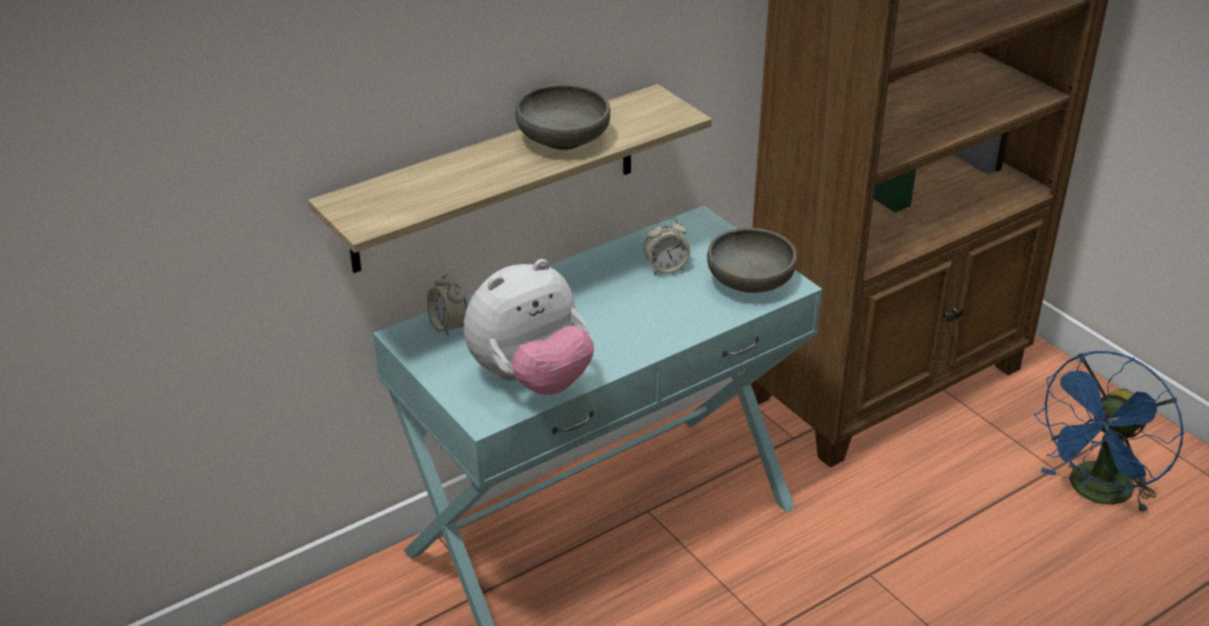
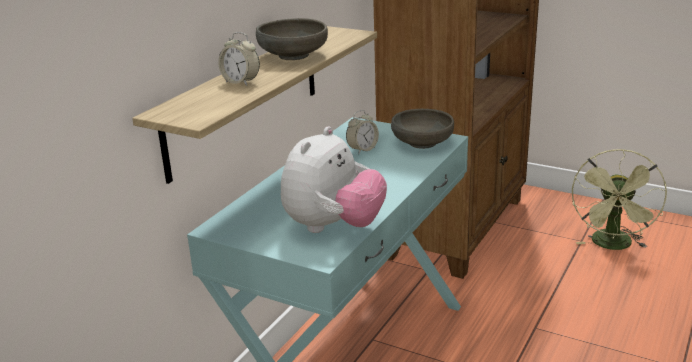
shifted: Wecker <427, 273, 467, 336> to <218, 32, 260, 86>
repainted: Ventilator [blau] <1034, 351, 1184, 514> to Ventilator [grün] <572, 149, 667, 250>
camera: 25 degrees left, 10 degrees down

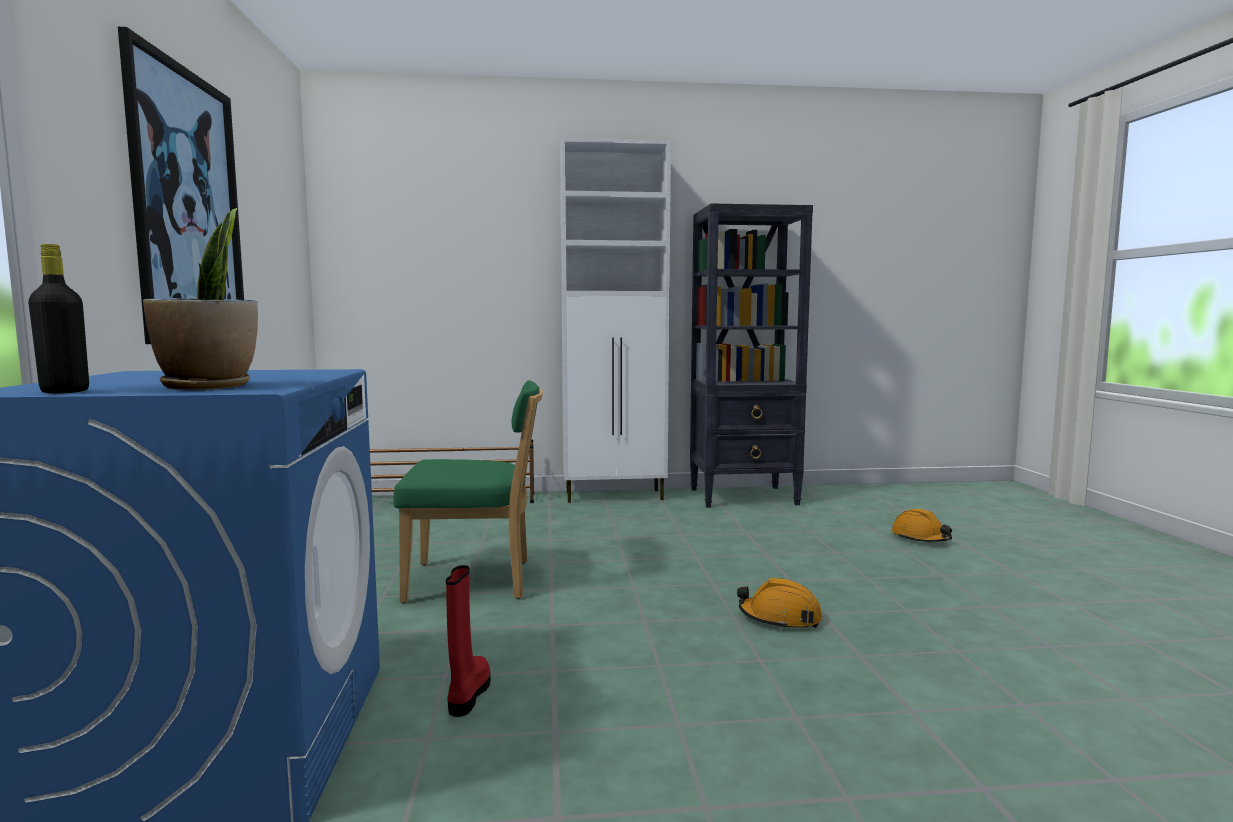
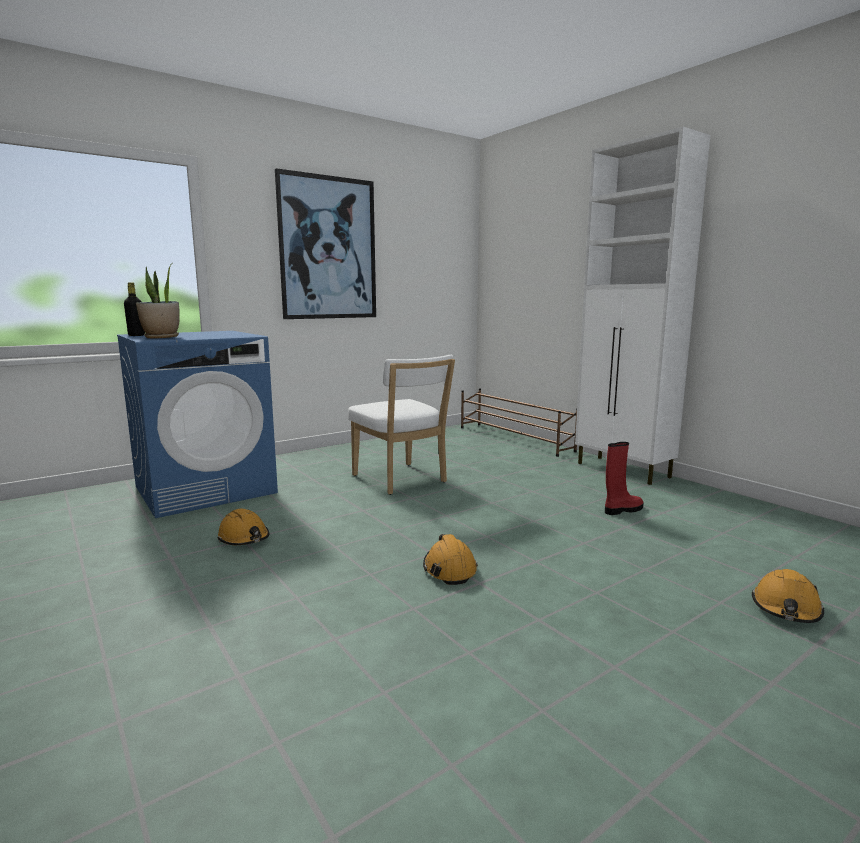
gone: Bücherregal [schwarz] <690, 203, 813, 508>
new: Schutzhelm [orange] <218, 509, 269, 545>
shifted: Stiefel [rot] <446, 565, 491, 717> to <605, 442, 644, 515>
repainted: Stuhl [grün] <394, 380, 543, 603> to Stuhl [weiß] <348, 355, 455, 495>
camera: 60 degrees right, 5 degrees up

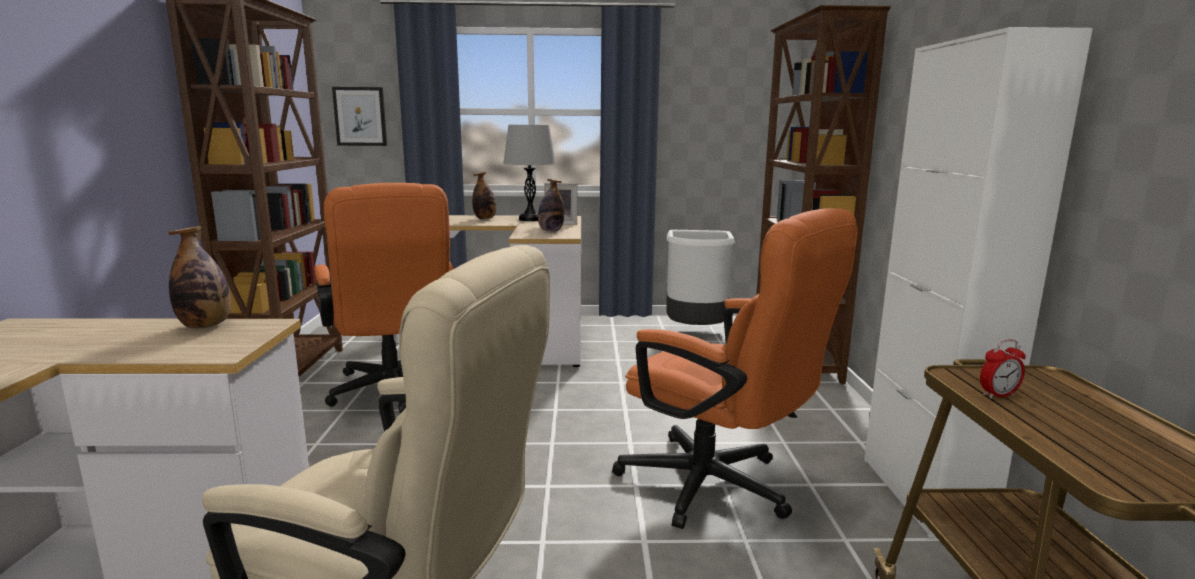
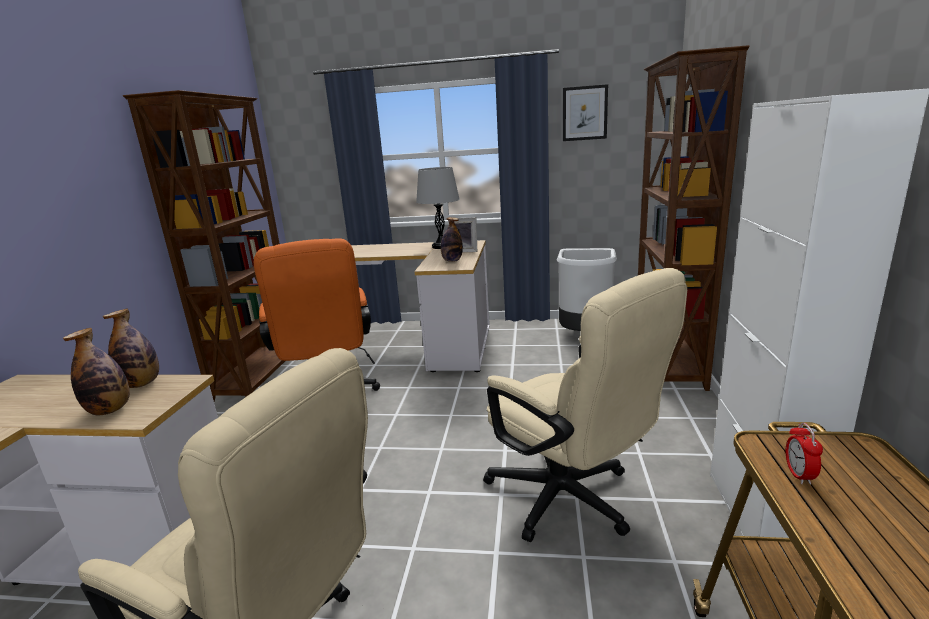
shifted: Bild <332, 87, 387, 146> to <563, 84, 608, 141>; Flasche <472, 172, 496, 219> to <63, 328, 130, 416>
repainted: Bürostuhl [orange] <612, 208, 858, 529> to Bürostuhl [beige] <483, 268, 687, 543>
rotated: Wecker <980, 340, 1026, 399> = <786, 423, 823, 485> 105 degrees clockwise
camera: 10 degrees right, 5 degrees up

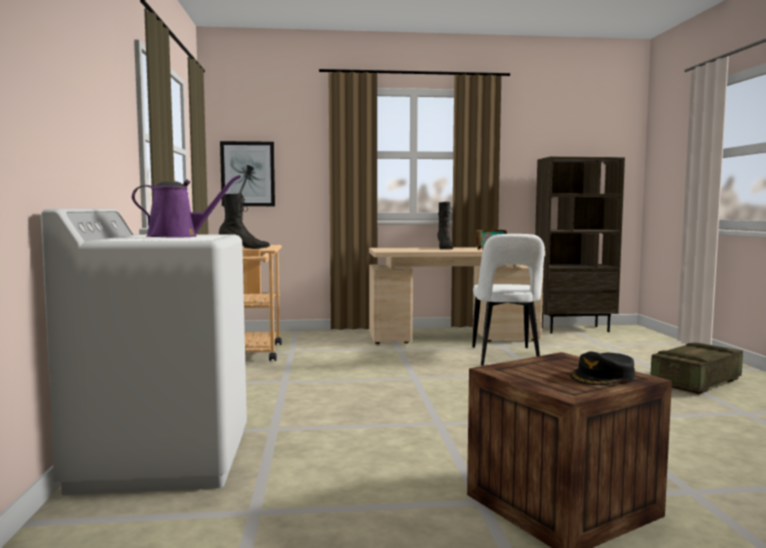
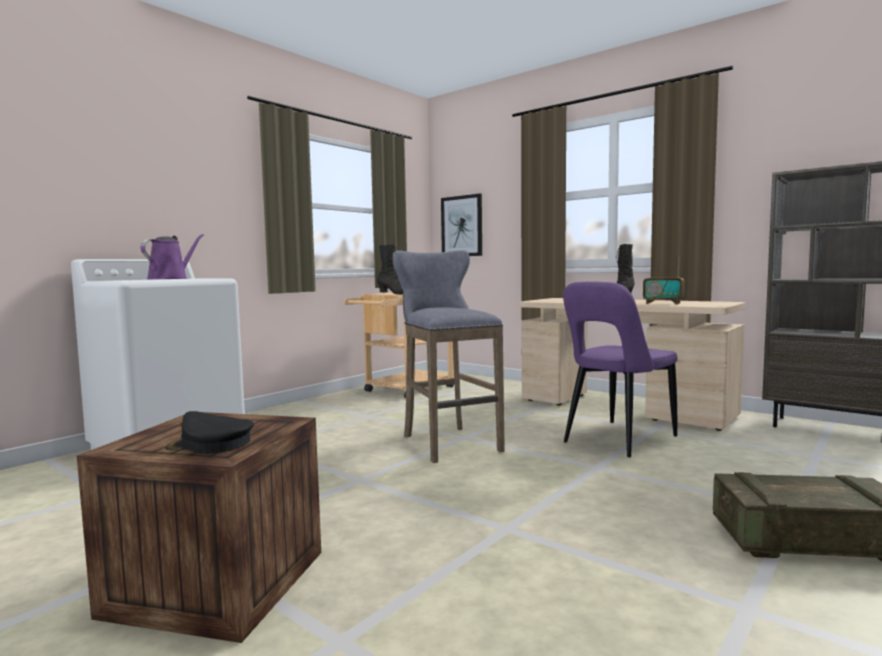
new: Hocker [grau] <392, 250, 505, 463>
repainted: Stuhl [weiß] <472, 234, 545, 366> to Stuhl [lila] <563, 281, 678, 457>
rotated: Gießkanne [lila] <132, 175, 241, 238> = <140, 234, 204, 279> 105 degrees counterclockwise
camera: 45 degrees right, 0 degrees up

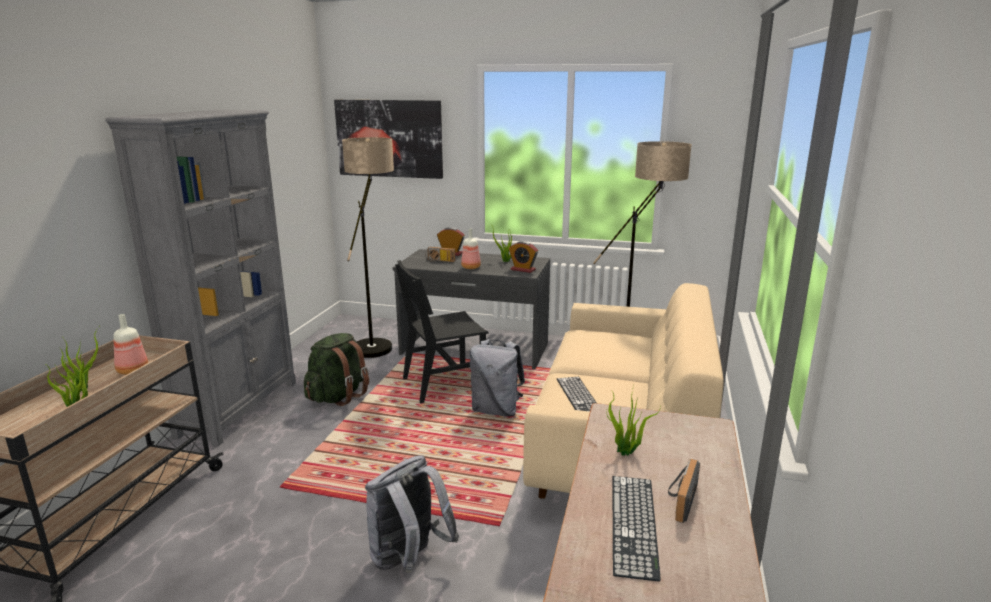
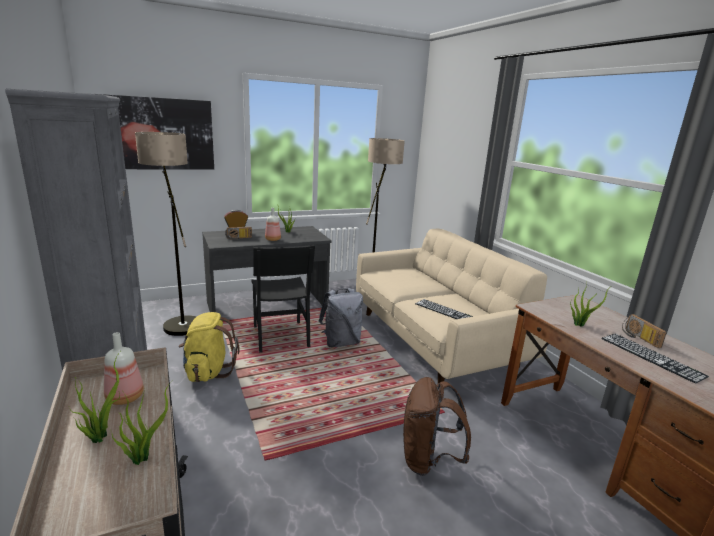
gone: Wecker <509, 241, 538, 273>
repainted: Rucksack [grün] <304, 333, 369, 406> to Rucksack [gelb] <179, 312, 240, 382>; Rucksack [grau] <365, 455, 459, 573> to Rucksack [braun] <403, 377, 471, 476>
rotated: Stuhl [schwarz] <395, 260, 489, 404> = <251, 245, 315, 353> 45 degrees counterclockwise
camera: 40 degrees left, 0 degrees up

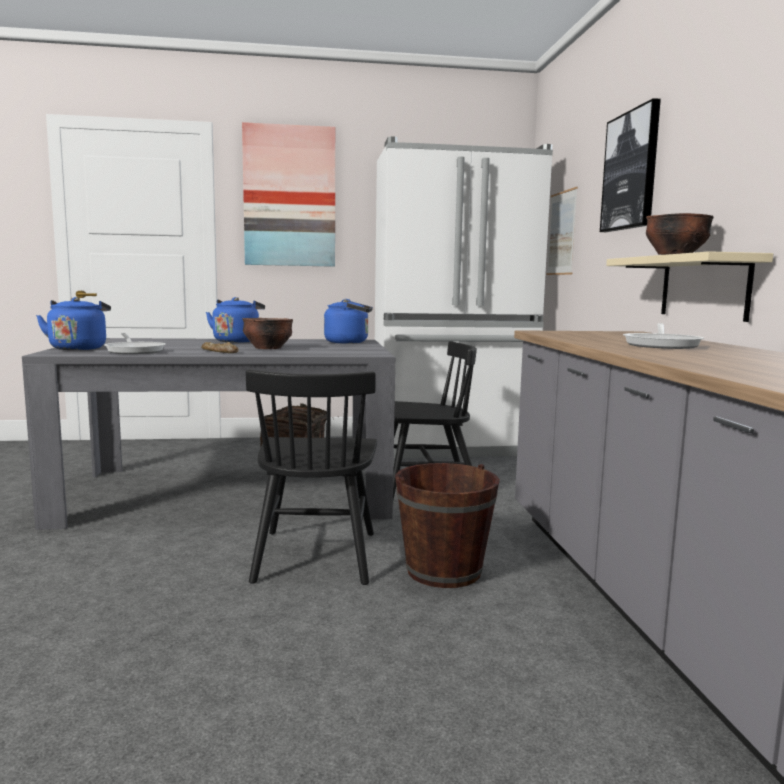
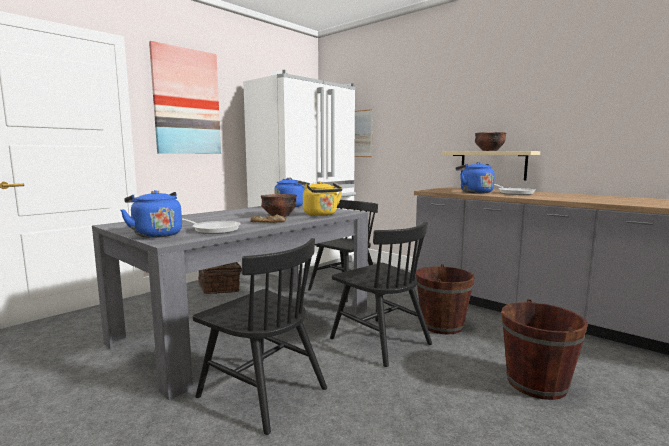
gone: Bild <600, 98, 661, 232>
new: Wasserkessel [gelb] <303, 181, 342, 216>; Stuhl [schwarz] <193, 238, 327, 435>; Eimer [braun] <502, 299, 588, 400>
shifted: Wasserkessel [blau] <206, 297, 265, 343> to <455, 162, 495, 194>
camera: 40 degrees left, 0 degrees up

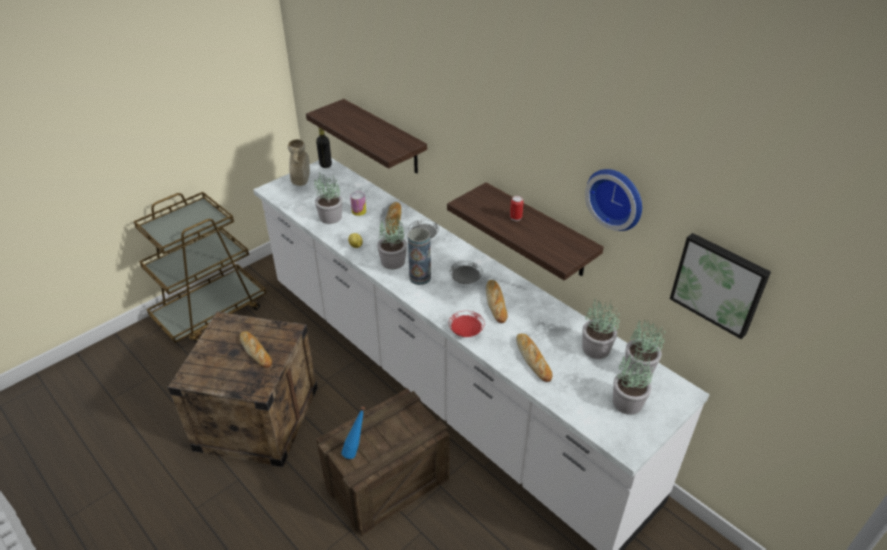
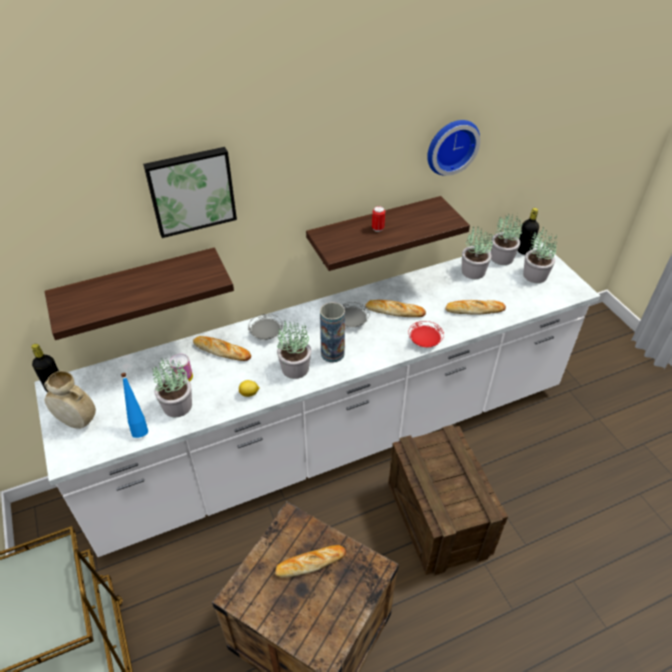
new: Flasche [schwarz] <518, 208, 539, 255>
shifted: Bild <670, 233, 771, 339> to <143, 147, 237, 238>; Flasche [blau] <341, 406, 365, 459> to <121, 373, 148, 438>
camera: 70 degrees left, 5 degrees up

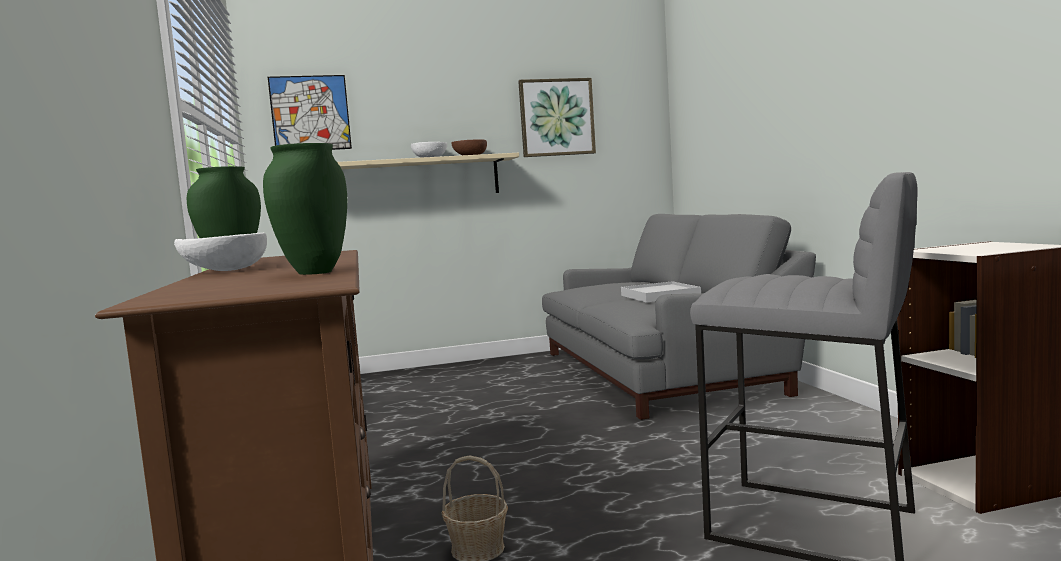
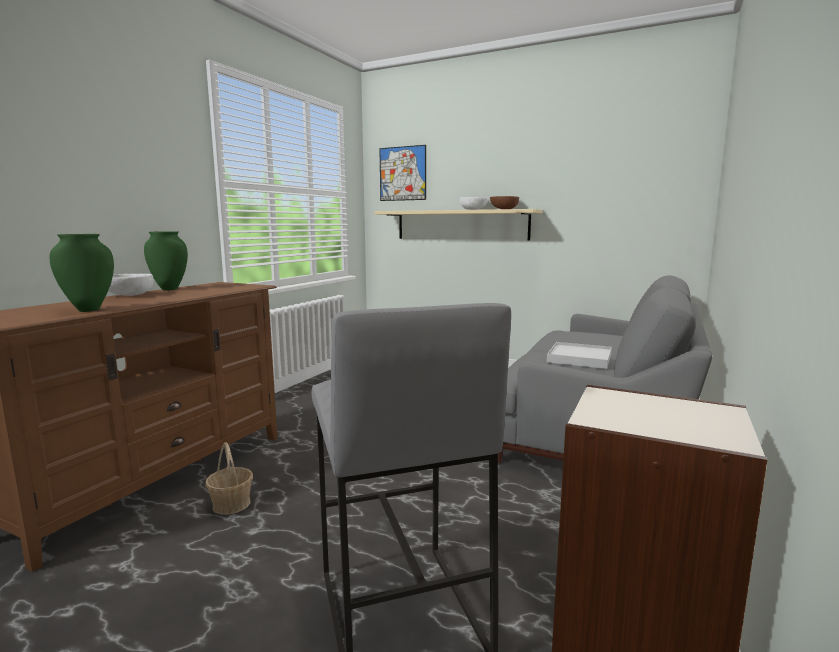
gone: Bild <518, 78, 596, 157>
camera: 40 degrees right, 5 degrees up

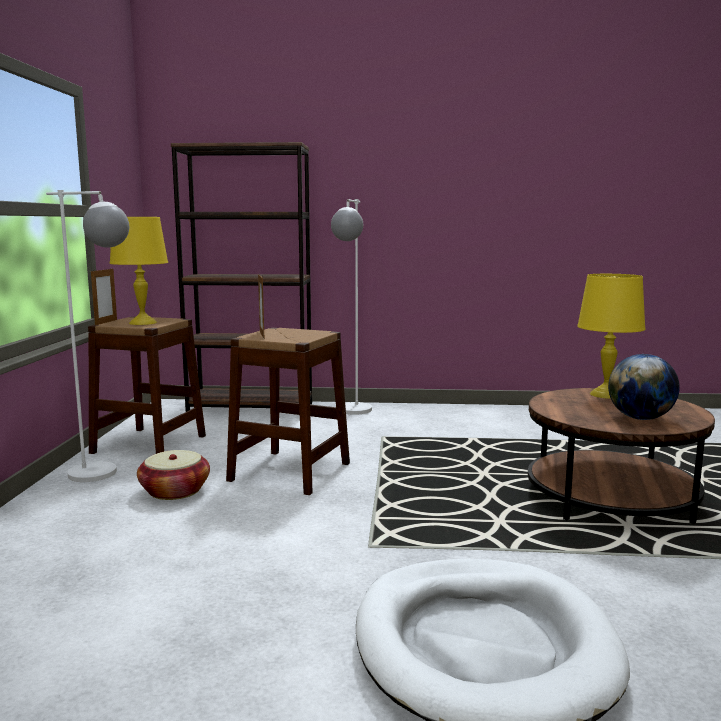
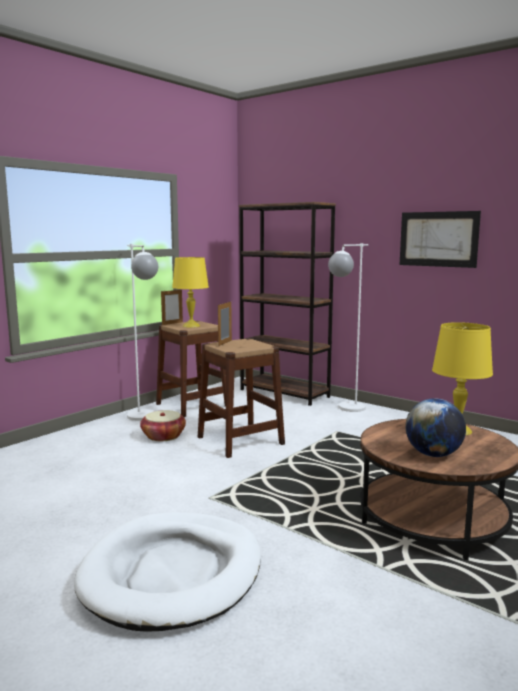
new: Bild <400, 211, 481, 268>
camera: 35 degrees right, 0 degrees up

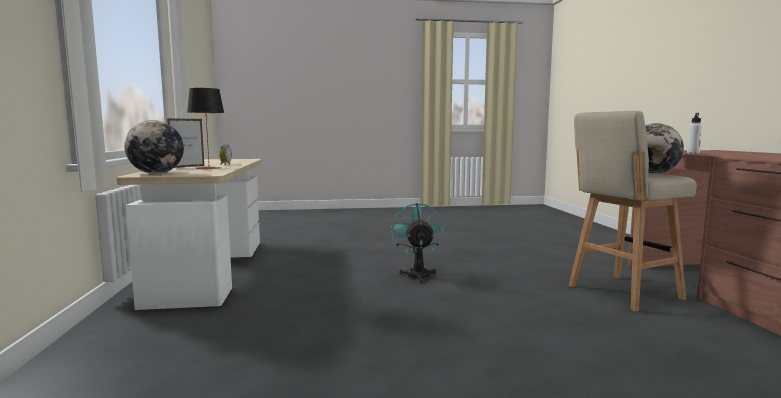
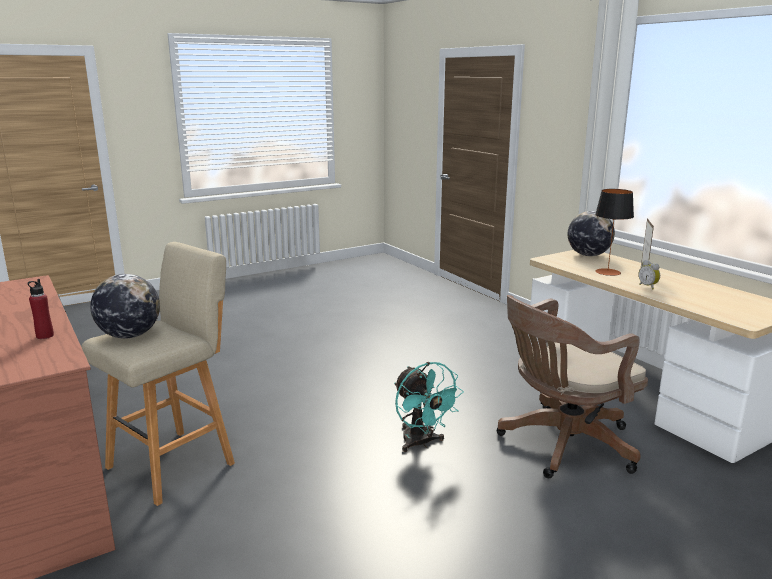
new: Bürostuhl [braun] <497, 295, 648, 478>
repainted: Flasche [weiß] <687, 113, 702, 153> to Flasche [rot] <27, 279, 54, 339>
camera: 155 degrees right, 10 degrees up

